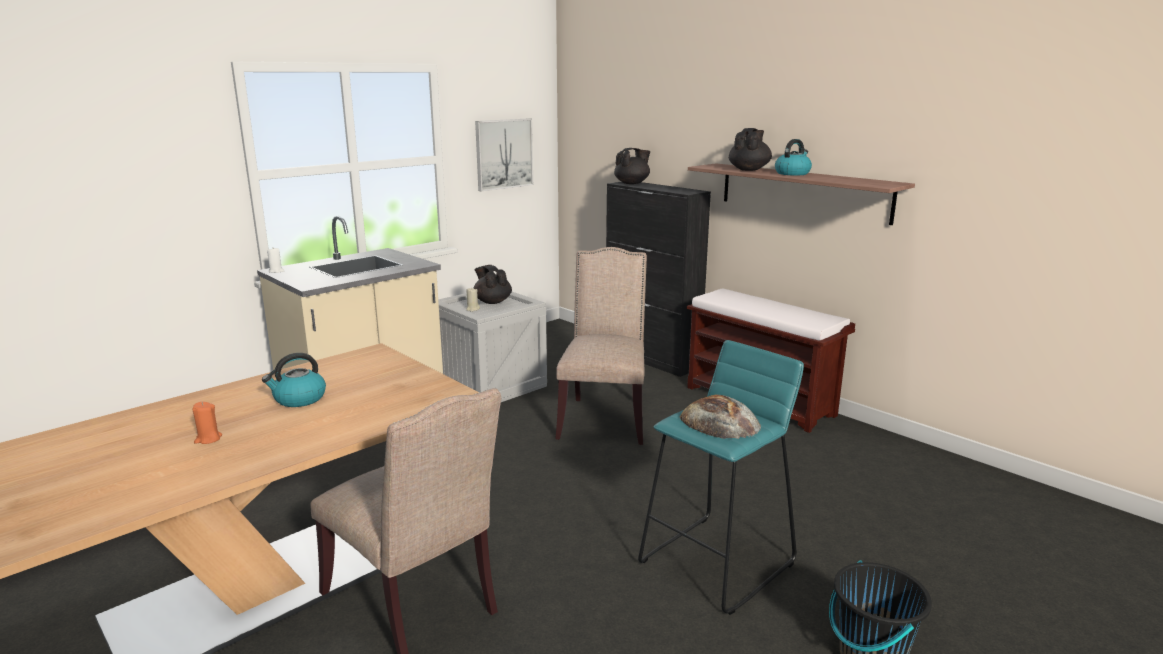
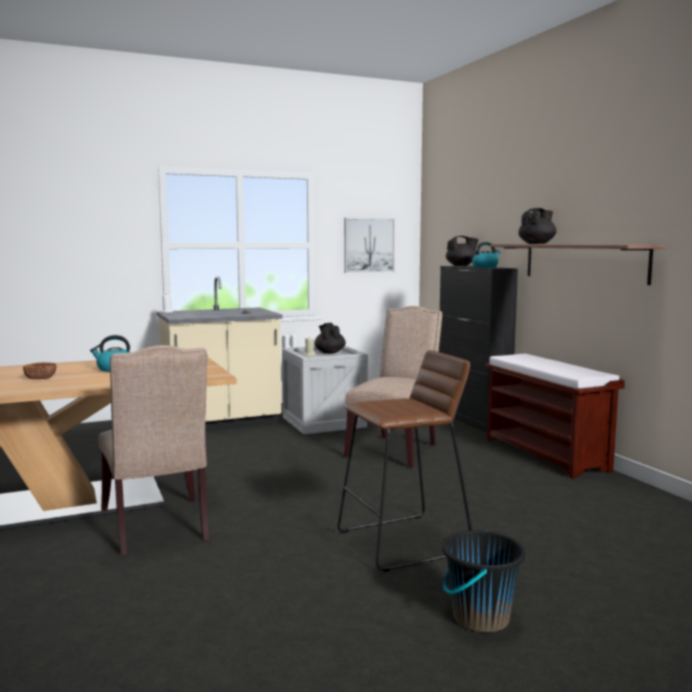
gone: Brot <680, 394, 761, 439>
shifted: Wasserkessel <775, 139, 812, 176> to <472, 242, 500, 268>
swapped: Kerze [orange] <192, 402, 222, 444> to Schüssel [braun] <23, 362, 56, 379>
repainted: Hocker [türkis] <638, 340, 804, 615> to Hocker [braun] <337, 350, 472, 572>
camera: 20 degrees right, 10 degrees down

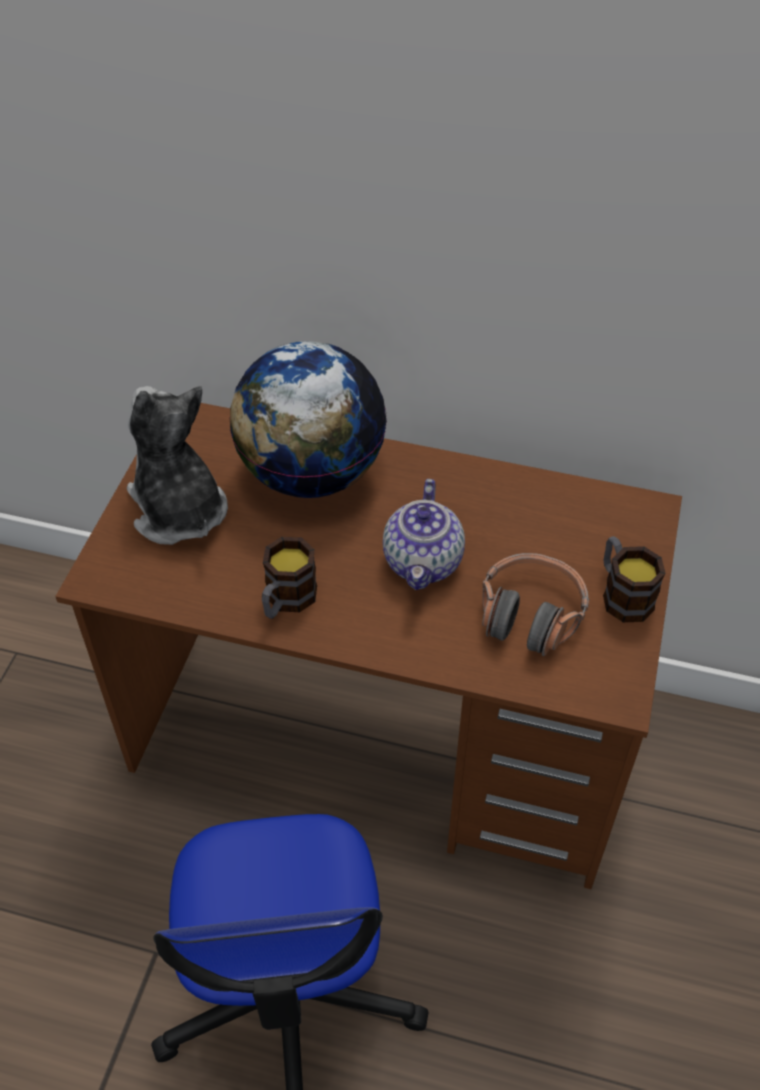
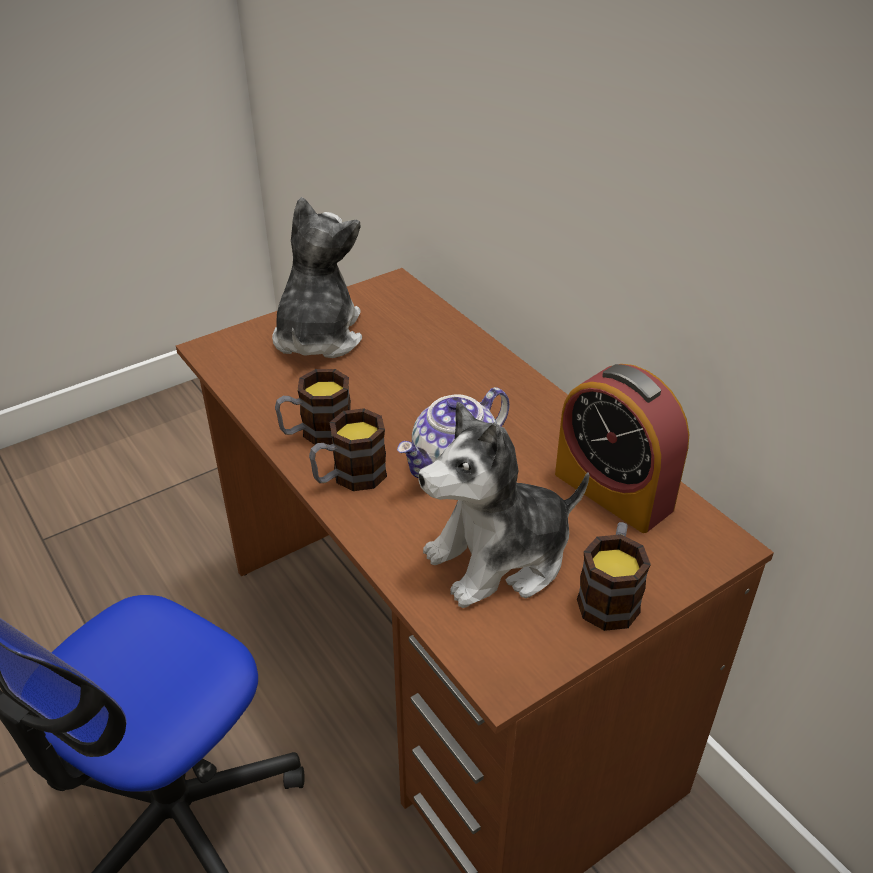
gone: Globus <230, 341, 387, 498>
new: Wecker <555, 364, 689, 533>; Henkelbecher <309, 408, 387, 491>
swapped: Kopfhörer <482, 553, 589, 656> to Plüschtier <419, 402, 589, 608>
camera: 40 degrees right, 10 degrees down

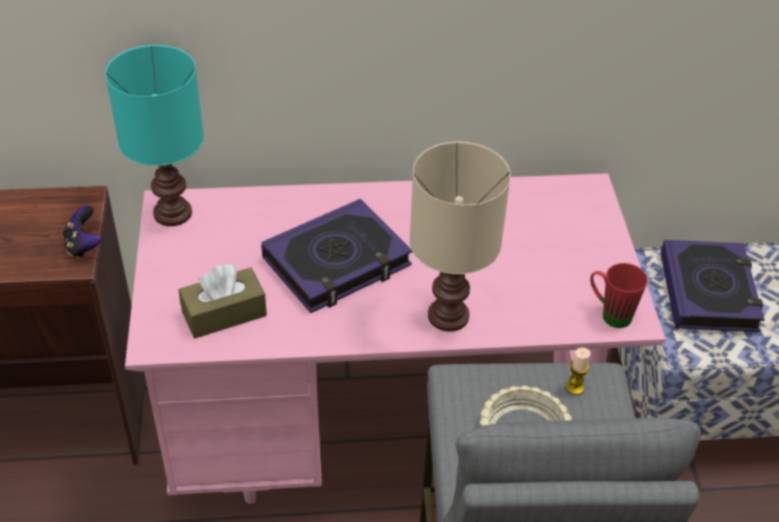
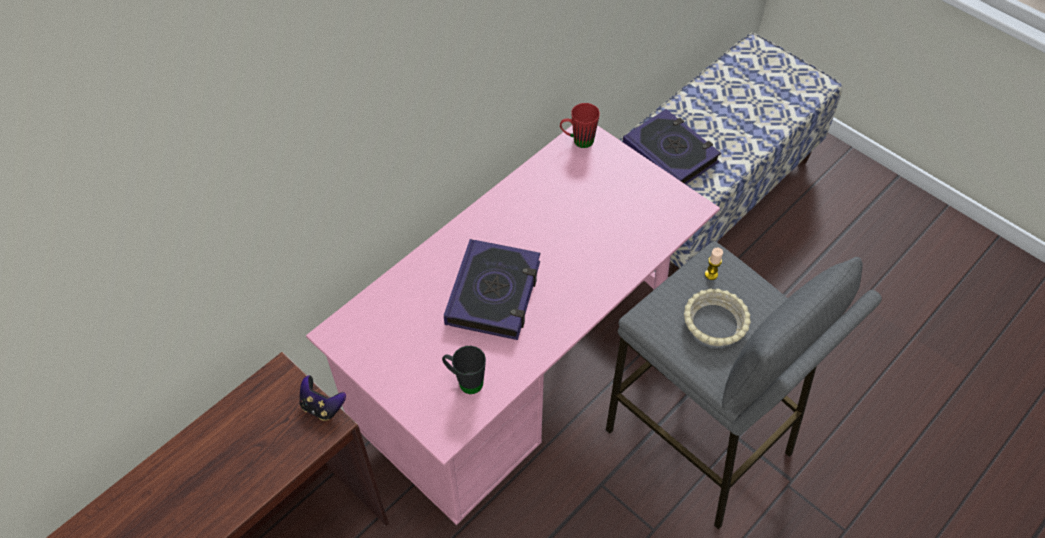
gone: Tischlampe [türkis] <105, 45, 204, 226>; Tischlampe [beige] <409, 142, 511, 332>
shifted: Henkelbecher [rot] <590, 263, 648, 328> to <560, 103, 600, 148>
swapped: Taschentuchbox [braun] <178, 264, 267, 338> to Henkelbecher [schwarz] <442, 346, 486, 394>
camera: 40 degrees left, 10 degrees up

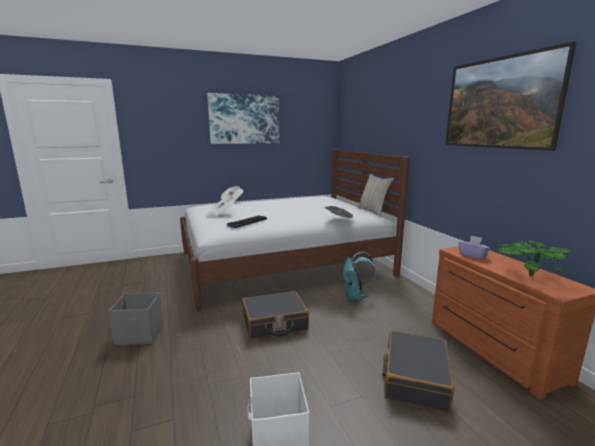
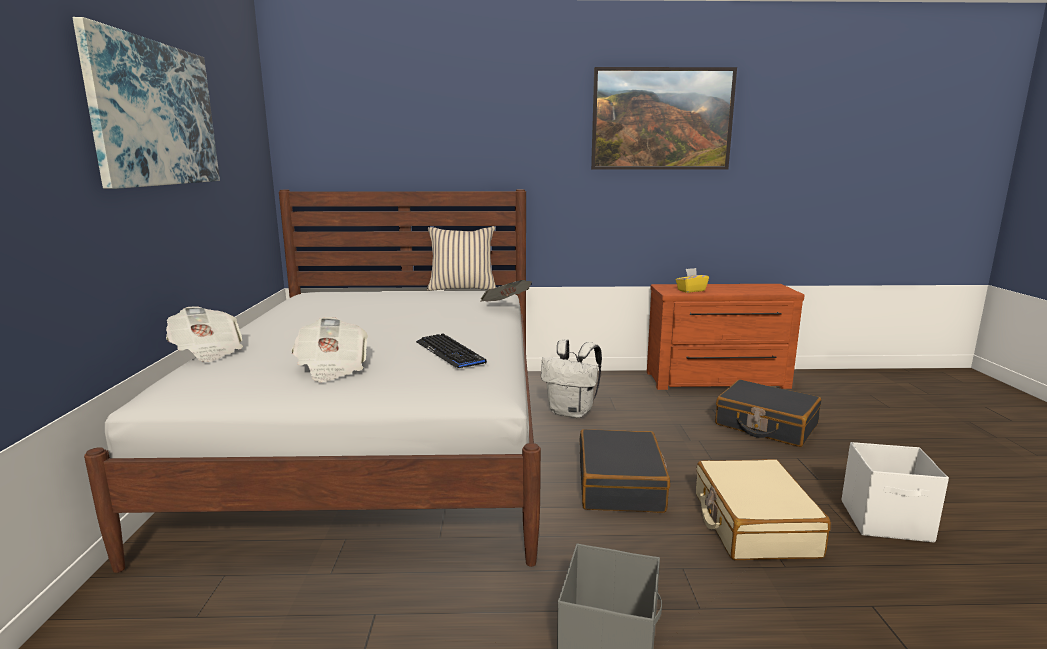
gone: Topfpflanze <498, 240, 573, 276>
new: Koffer [beige] <696, 459, 831, 560>
repainted: Taschentuchbox [lila] <458, 235, 490, 260> to Taschentuchbox [gelb] <676, 268, 709, 293>; Rucksack [türkis] <342, 252, 378, 301> to Rucksack [weiß] <541, 339, 602, 418>
camera: 70 degrees left, 0 degrees up

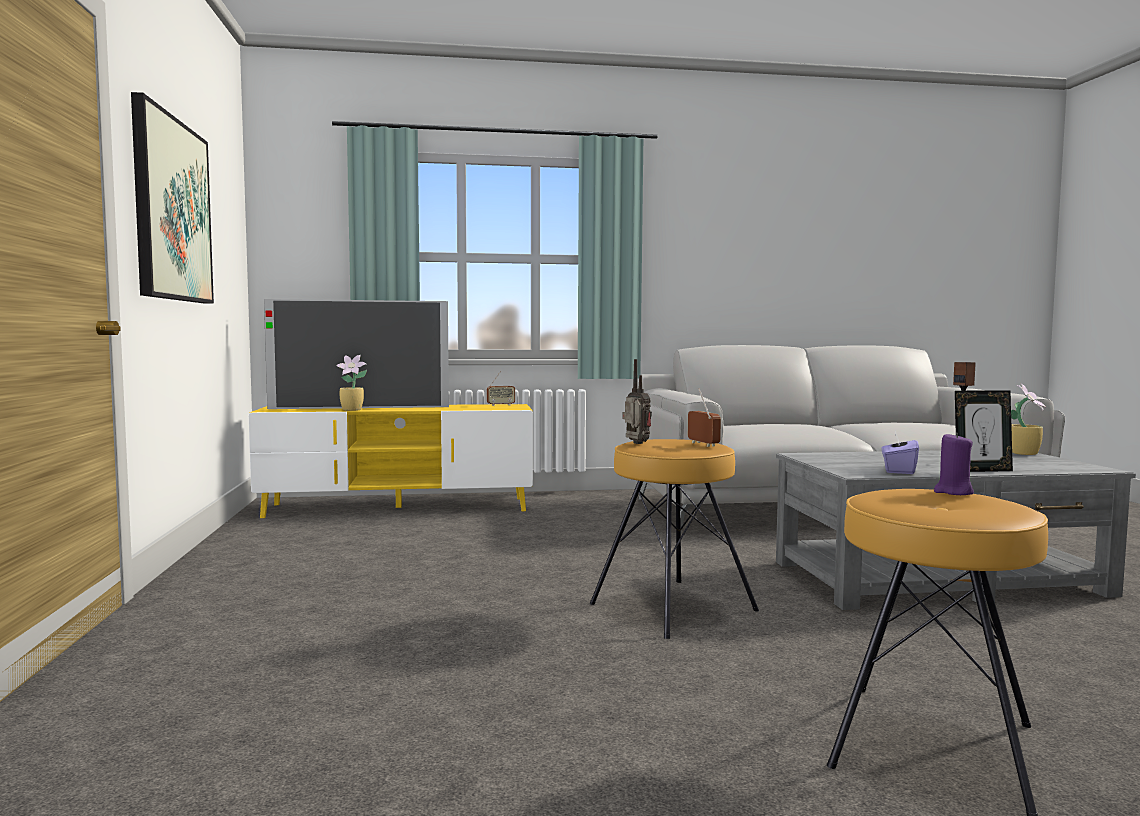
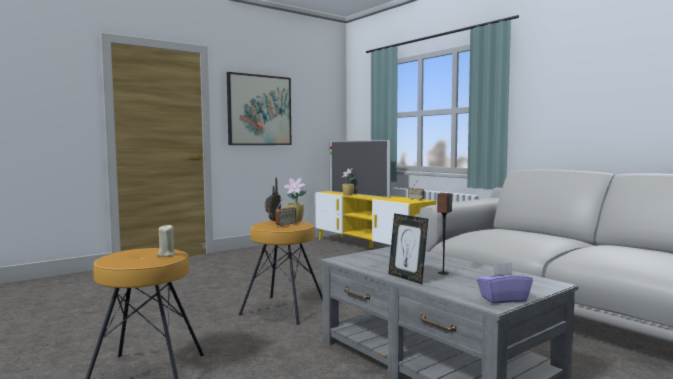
shifted: Topfpflanze <1011, 384, 1046, 455> to <283, 178, 307, 222>; Taschentuchbox [lila] <882, 430, 919, 474> to <477, 262, 533, 303>
repainted: Kerze [lila] <934, 432, 974, 495> to Kerze [beige] <157, 224, 176, 257>
camera: 60 degrees right, 0 degrees up

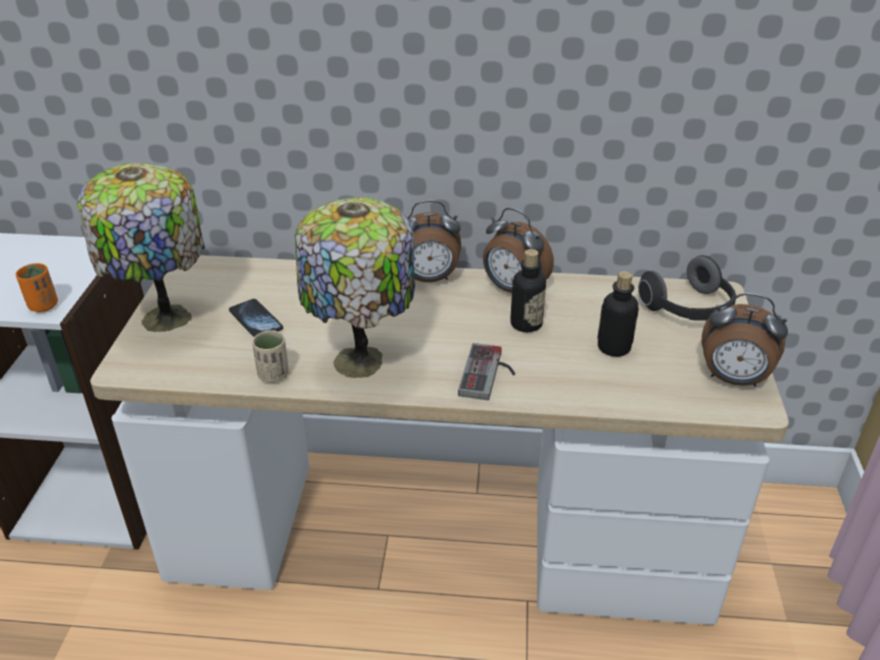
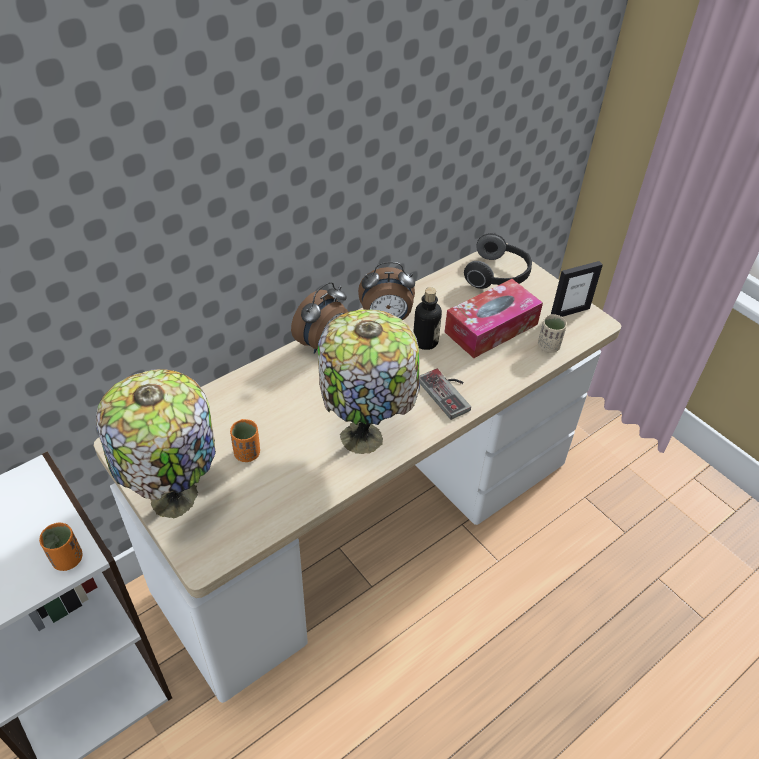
shifted: Tasse [beige] <252, 330, 289, 383> to <538, 314, 567, 353>
swapped: Flasche <597, 271, 639, 357> to Taschentuchbox <445, 279, 543, 358>; Wecker <701, 293, 788, 386> to Bilderrahmen <551, 261, 603, 317>; Handy <229, 299, 283, 337> to Tasse [orange] <230, 419, 260, 462>
camera: 45 degrees left, 10 degrees up

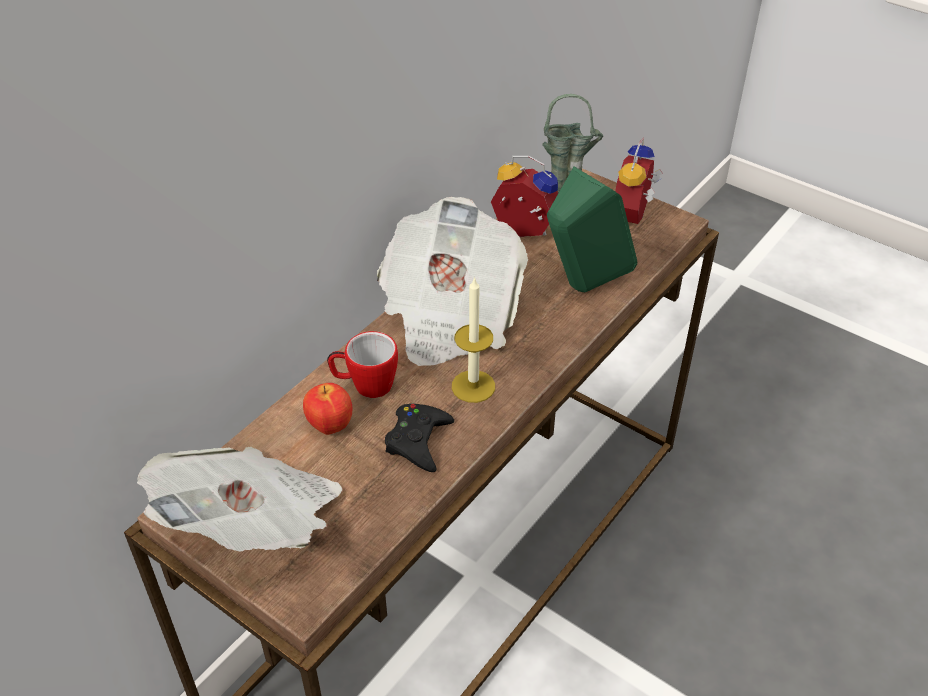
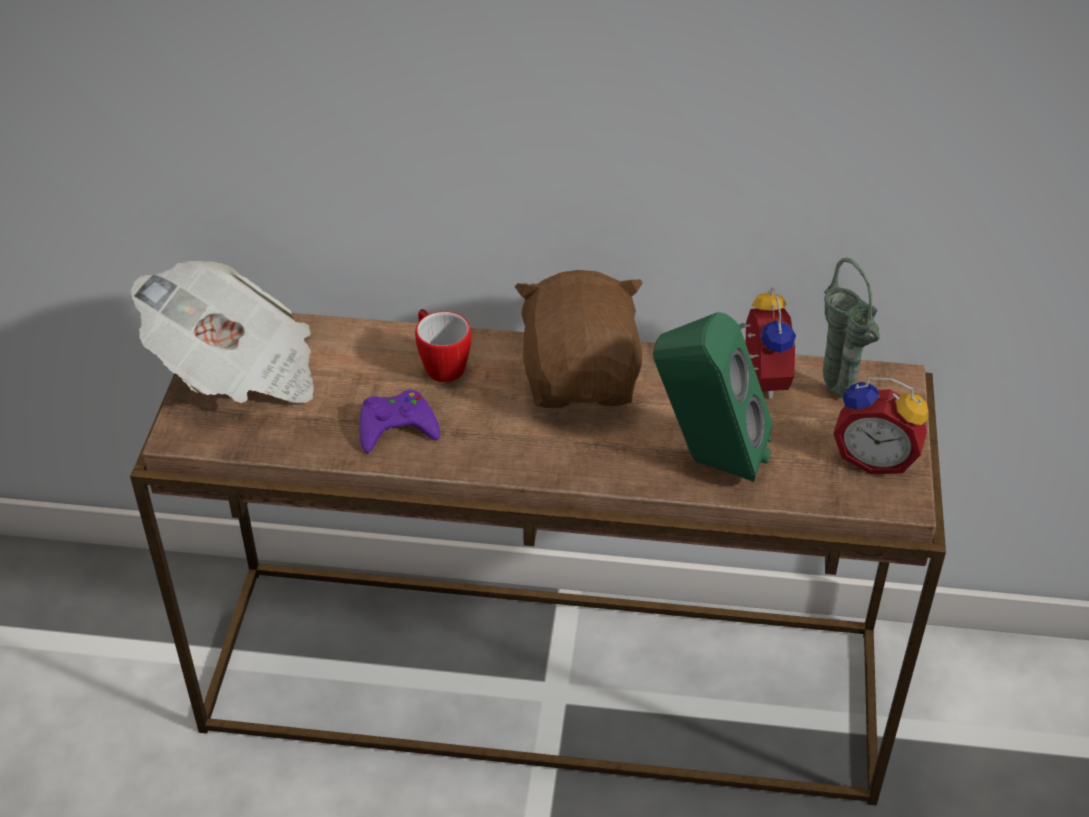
gone: Kerze <452, 277, 495, 403>; Apfel <303, 383, 353, 435>
swapped: Zeitung <377, 197, 528, 366> to Plüschtier [braun] <515, 270, 643, 408>
repainted: Gamepad [schwarz] <385, 404, 454, 472> to Gamepad [lila] <360, 390, 440, 453>
rotated: Wecker <615, 138, 663, 224> = <833, 377, 928, 474> 150 degrees counterclockwise
camera: 60 degrees right, 0 degrees up

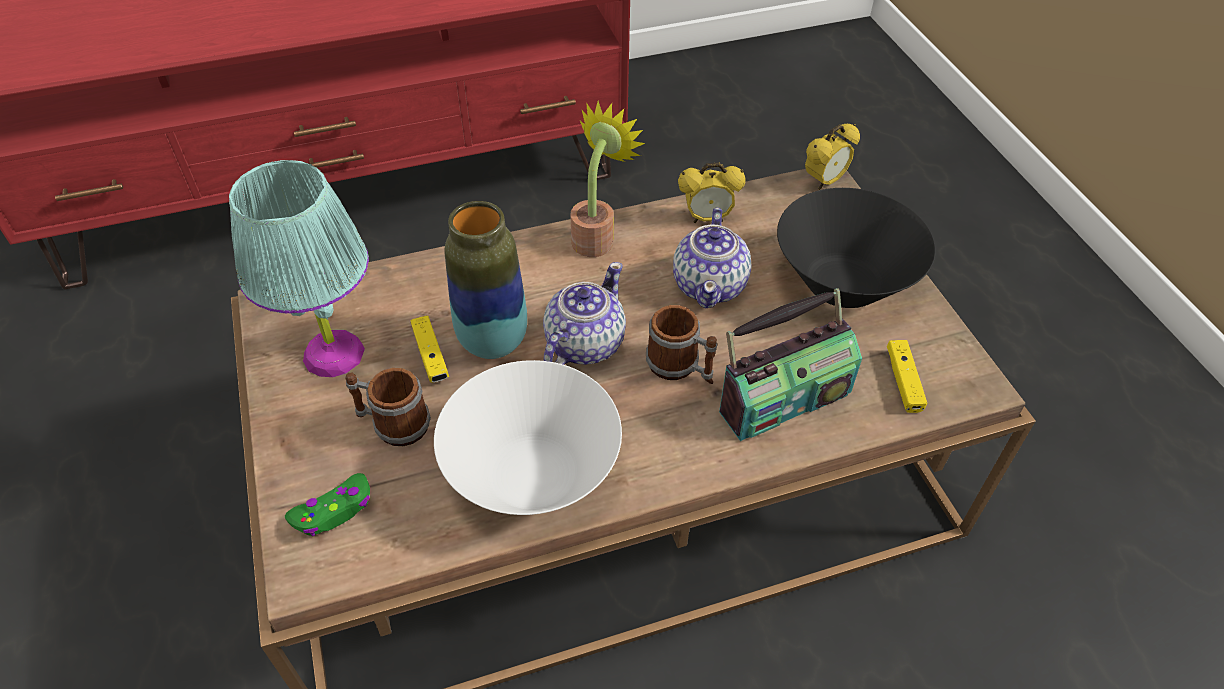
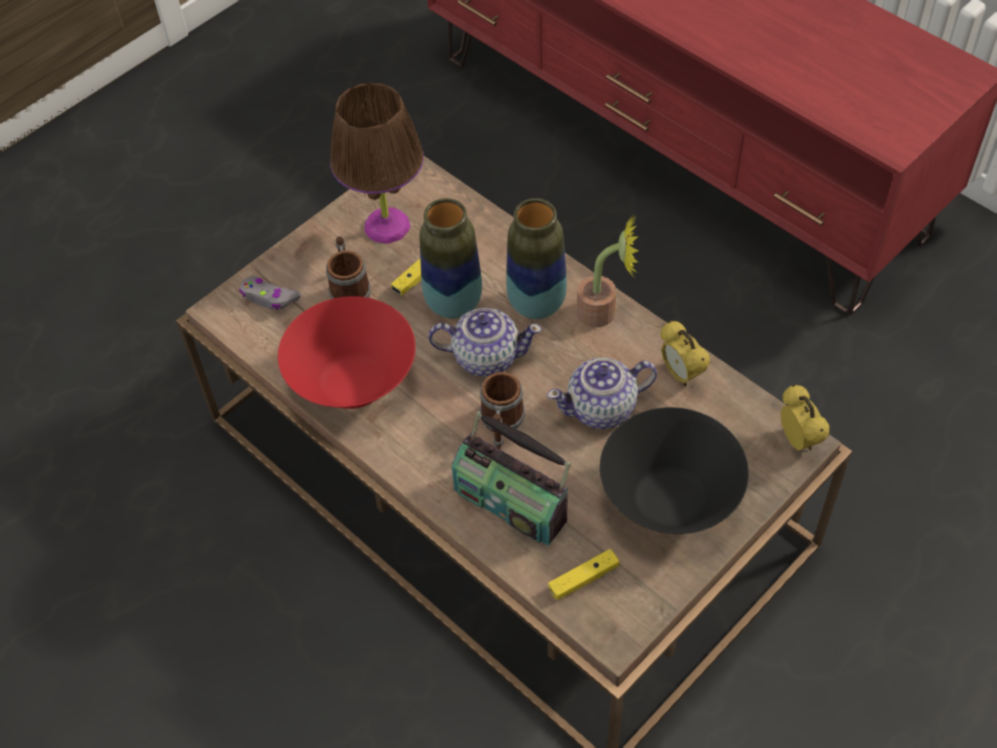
new: Vase <506, 198, 567, 319>
repainted: Tischlampe [türkis] <229, 160, 369, 377> to Tischlampe [braun] <330, 82, 424, 244>; Schüssel [weiß] <434, 360, 622, 515> to Schüssel [rot] <278, 296, 416, 409>; Gamepad [grün] <285, 473, 370, 536> to Gamepad [grau] <239, 276, 301, 310>
rotated: Wecker <805, 124, 860, 190> = <780, 384, 829, 451> 135 degrees counterclockwise
camera: 65 degrees right, 5 degrees up

